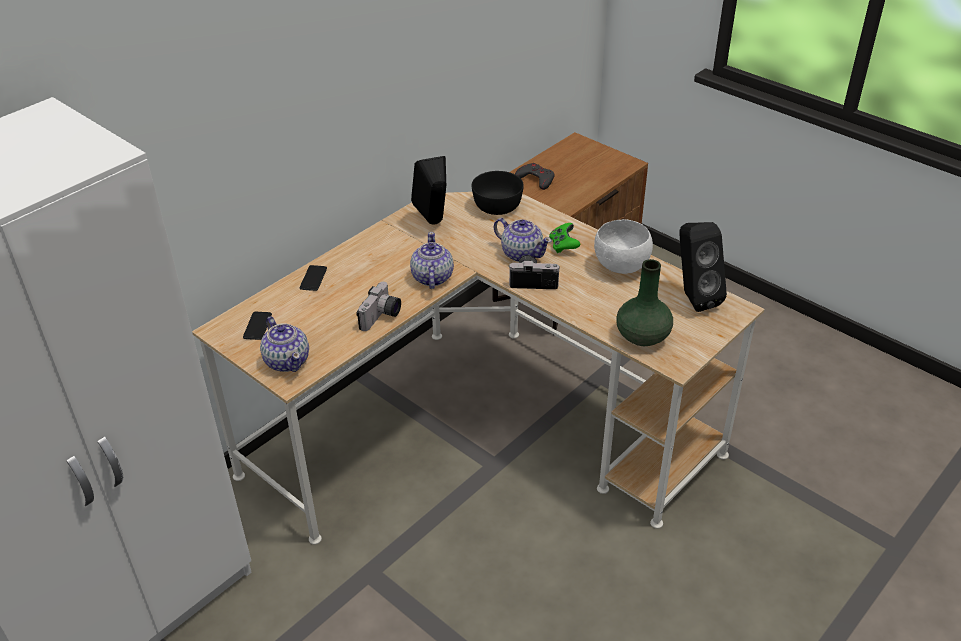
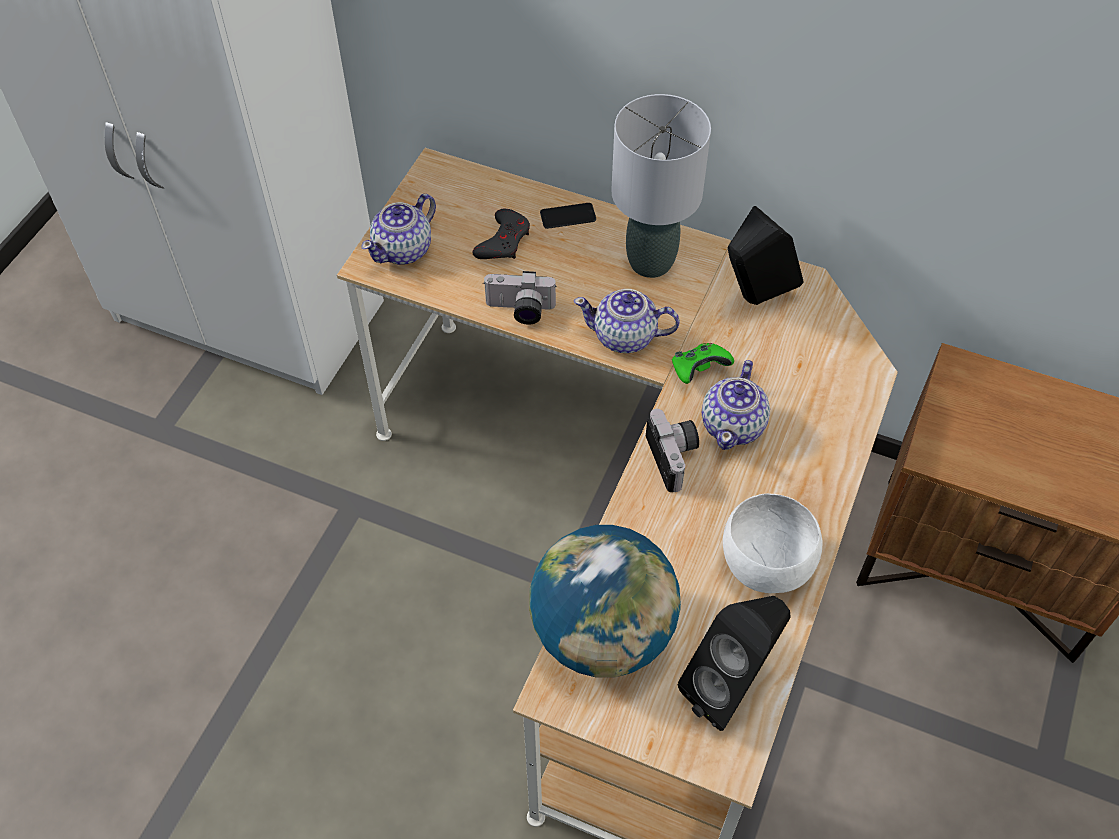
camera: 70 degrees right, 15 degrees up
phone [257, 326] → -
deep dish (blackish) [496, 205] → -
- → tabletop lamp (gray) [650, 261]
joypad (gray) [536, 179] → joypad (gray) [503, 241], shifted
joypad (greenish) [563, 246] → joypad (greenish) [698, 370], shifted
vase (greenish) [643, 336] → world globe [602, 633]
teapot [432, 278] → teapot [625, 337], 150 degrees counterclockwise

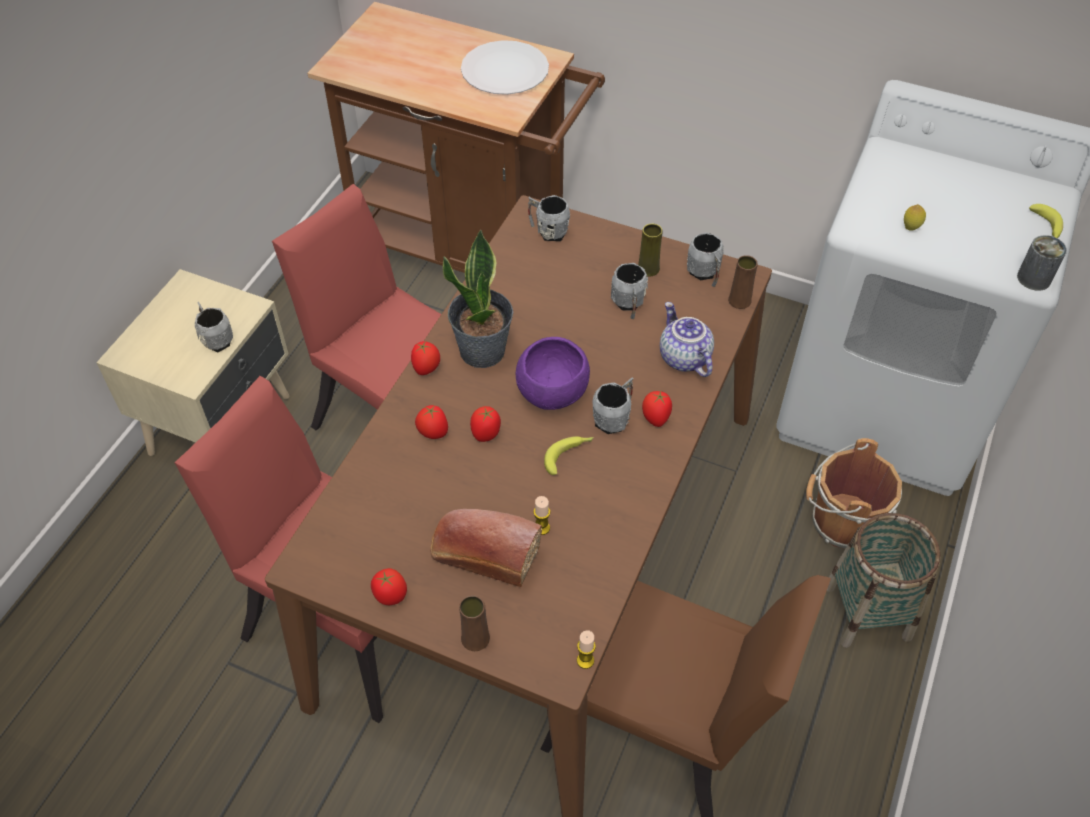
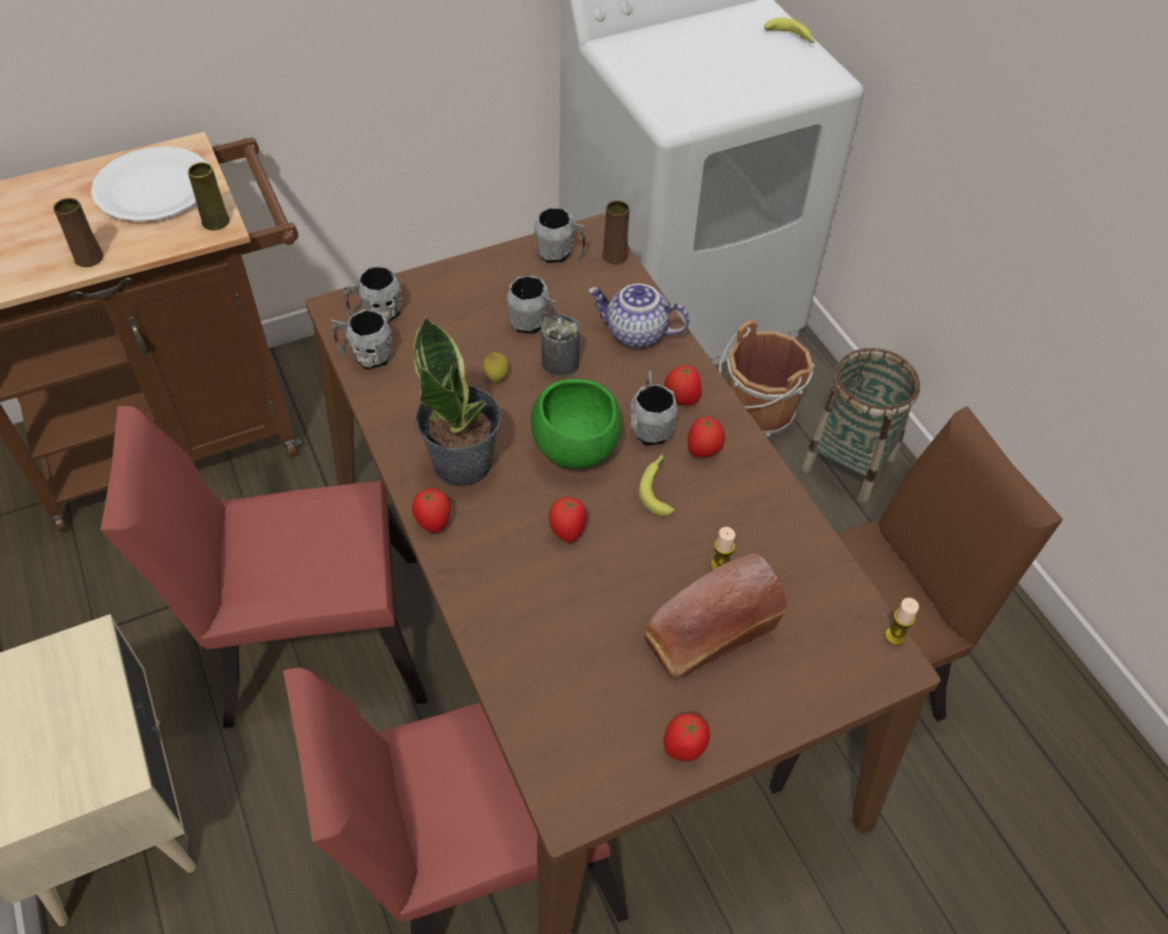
camera: 50 degrees left, 0 degrees up
tea mug (gray) [216, 339] → tea mug (gray) [366, 356], shifted
tomato [433, 433] → tomato [703, 451], shifted
vase (brown) [475, 638] → vase (brown) [89, 258], shifted
vase (yellow-coloured) [648, 268] → vase (yellow-coloured) [216, 221], shifted
whole lemon [910, 228] → whole lemon [496, 378], shifted
metal can [1033, 278] → metal can [560, 363], shifted
deep dish (purple) [553, 393] → deep dish (greenish) [574, 448]

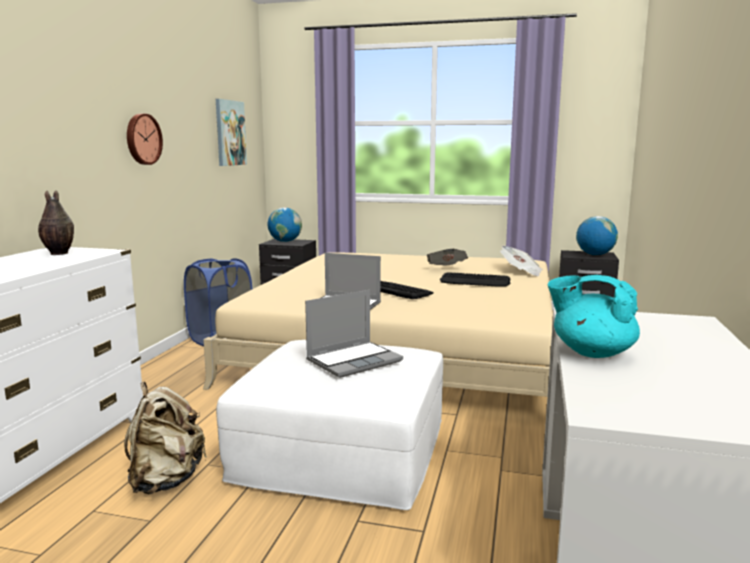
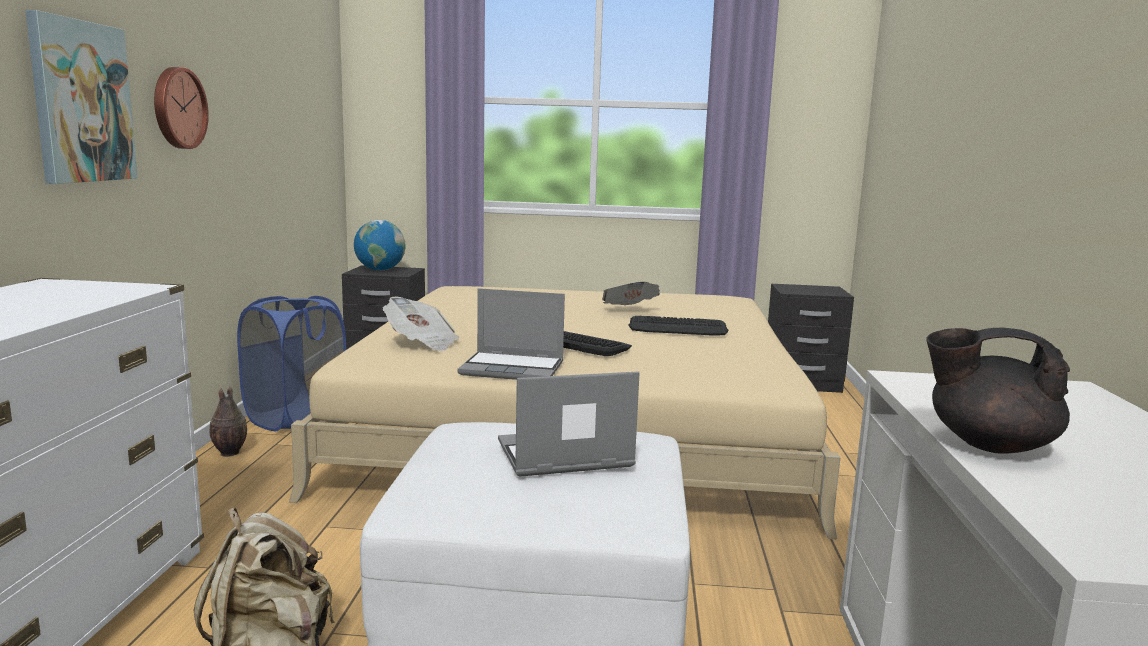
camera: 10 degrees left, 0 degrees up
world globe [595, 254] → -
vase [58, 253] → vase [229, 453], shifted
picture [229, 133] → picture [81, 102], shifted
daily paper [521, 272] → daily paper [422, 343], shifted
teapot (turquoise-coloured) [591, 352] → teapot (blackish) [988, 444]
laptop [354, 360] → laptop [563, 456], 150 degrees counterclockwise

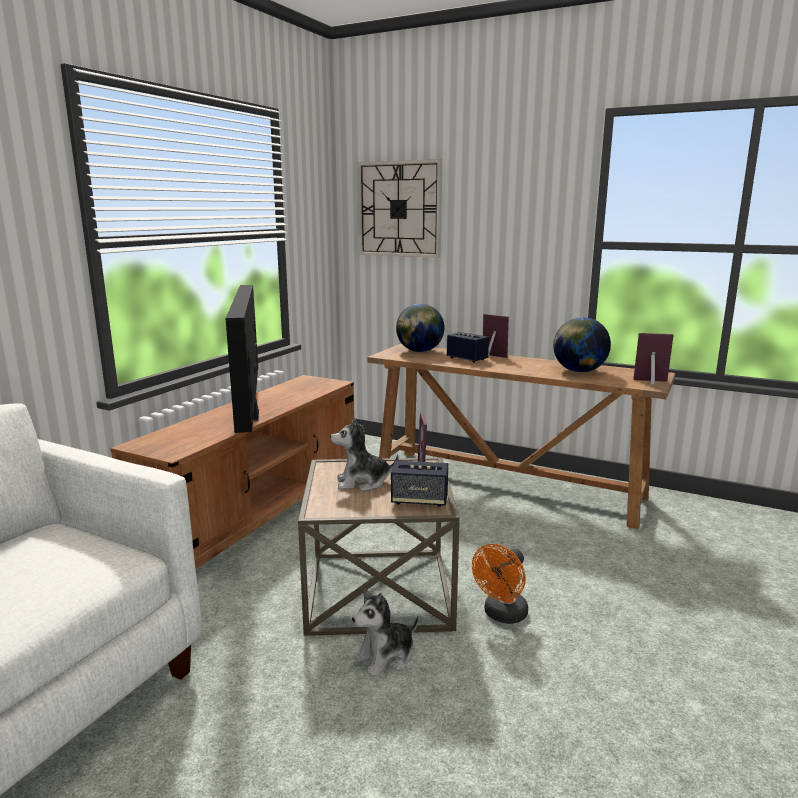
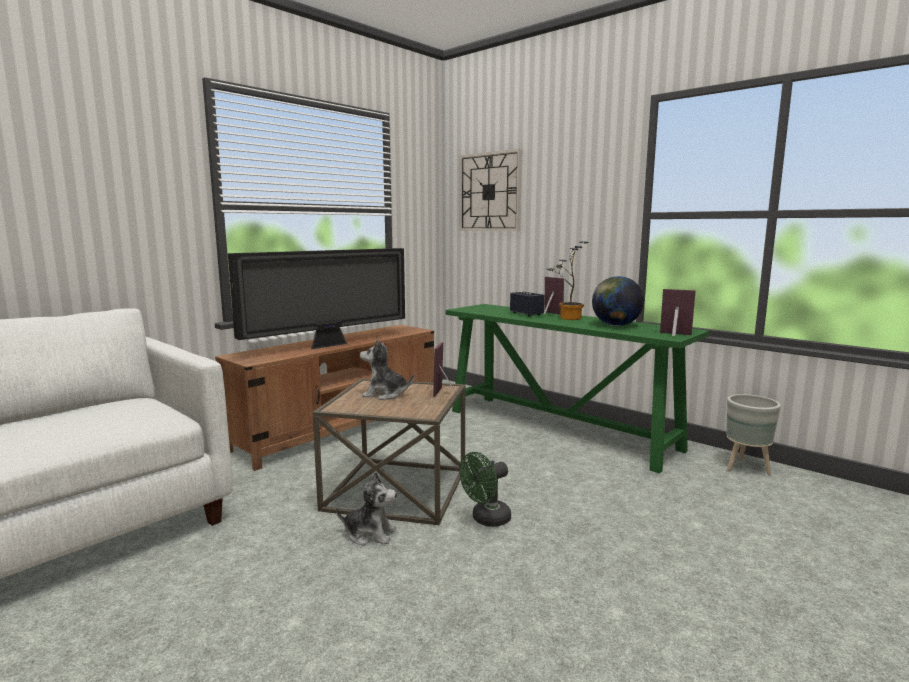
camera: 15 degrees right, 5 degrees down
speaker [419, 500] → -
world globe [419, 351] → -
- → potted plant [567, 318]
- → flower pot (gray) [746, 468]
hall table (brown) [508, 486] → hall table (greenish) [559, 430]
electric fan (orangey) [502, 615] → electric fan (greenish) [486, 520]
TV set [248, 416] → TV set [329, 345], 135 degrees counterclockwise
soft toy [385, 657] → soft toy [369, 534], 150 degrees counterclockwise

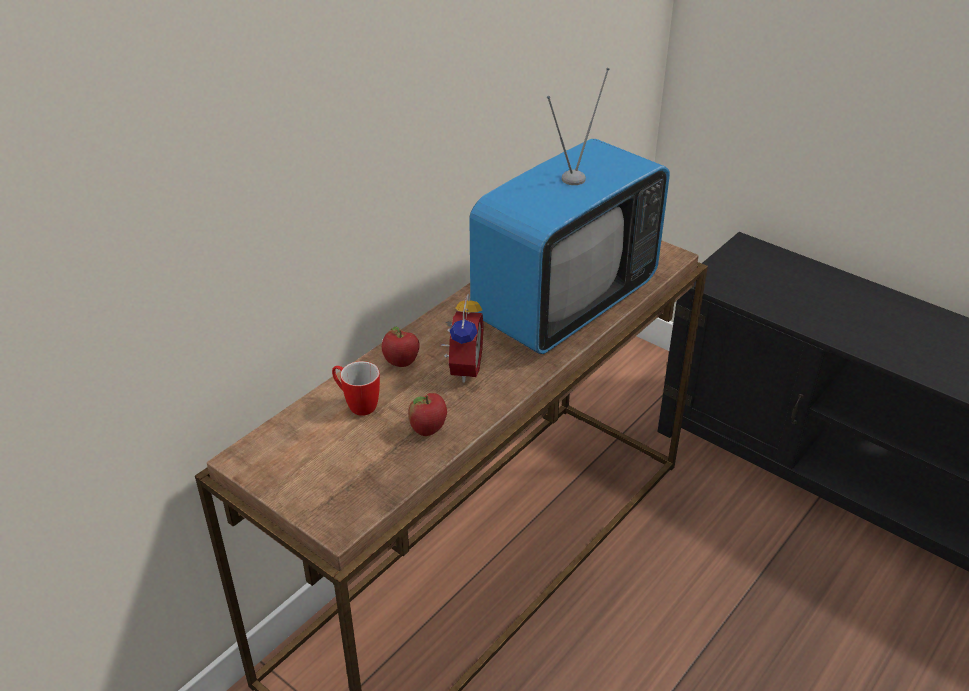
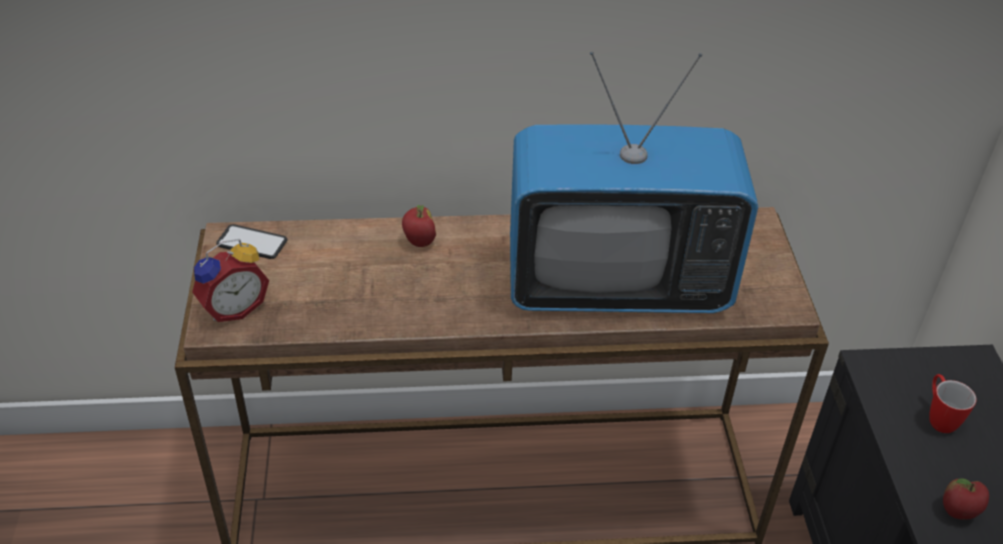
camera: 45 degrees right, 5 degrees up
- → phone [252, 243]
tea mug [356, 405] → tea mug [938, 417], shifted
whole apple [428, 430] → whole apple [958, 512], shifted
table clock [462, 368] → table clock [233, 307], shifted

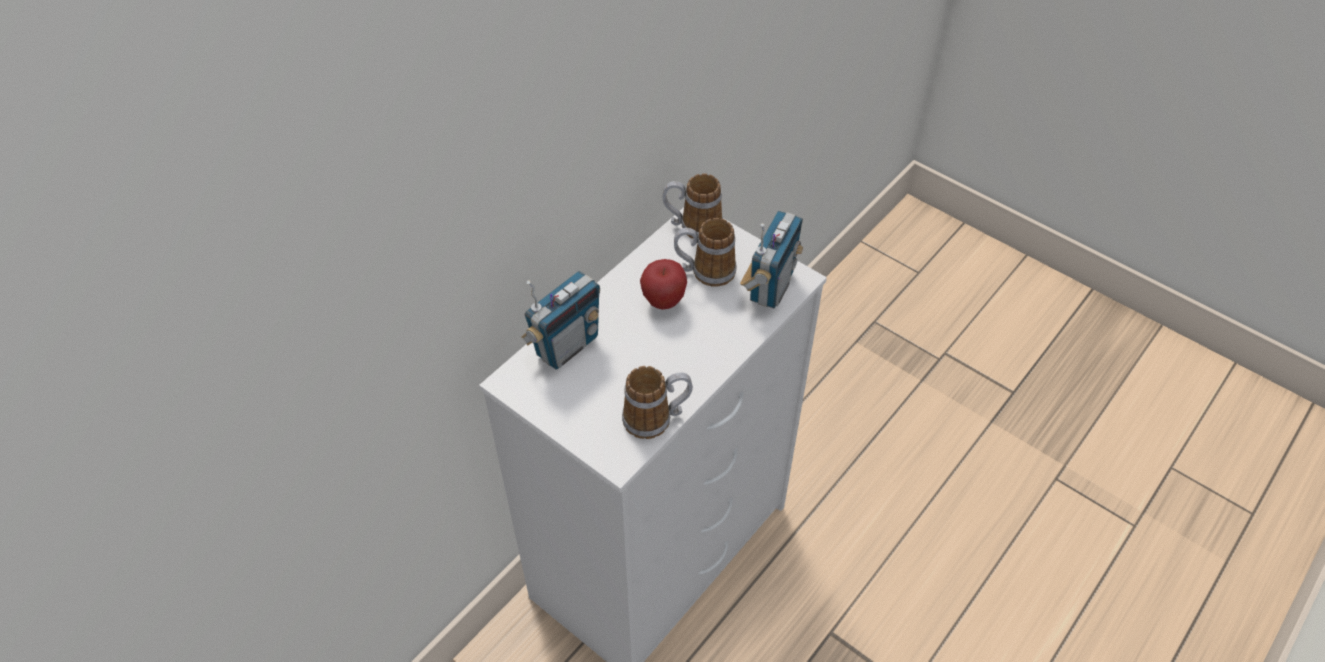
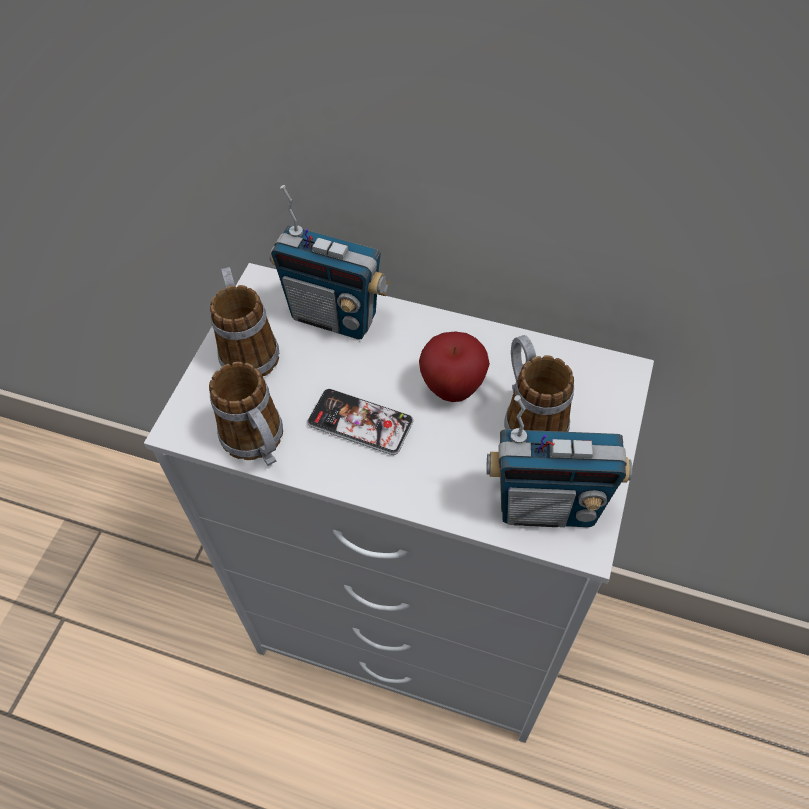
camera: 70 degrees right, 5 degrees up
- → phone [360, 422]
tea mug [692, 226] → tea mug [247, 348], shifted

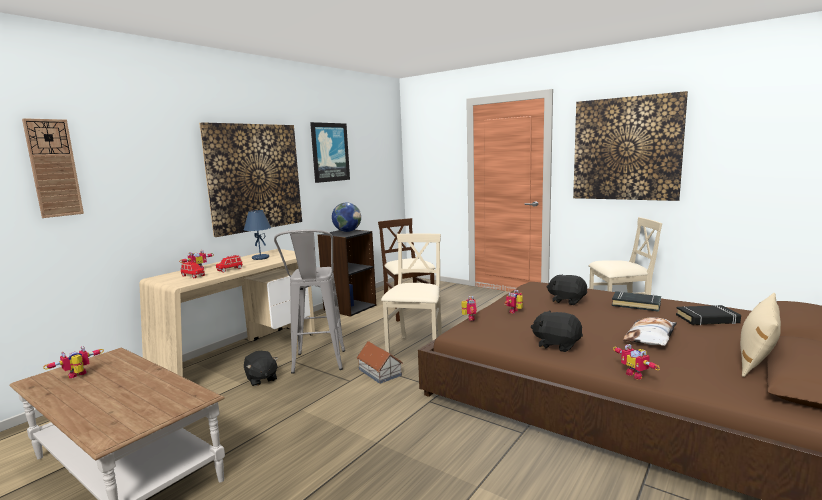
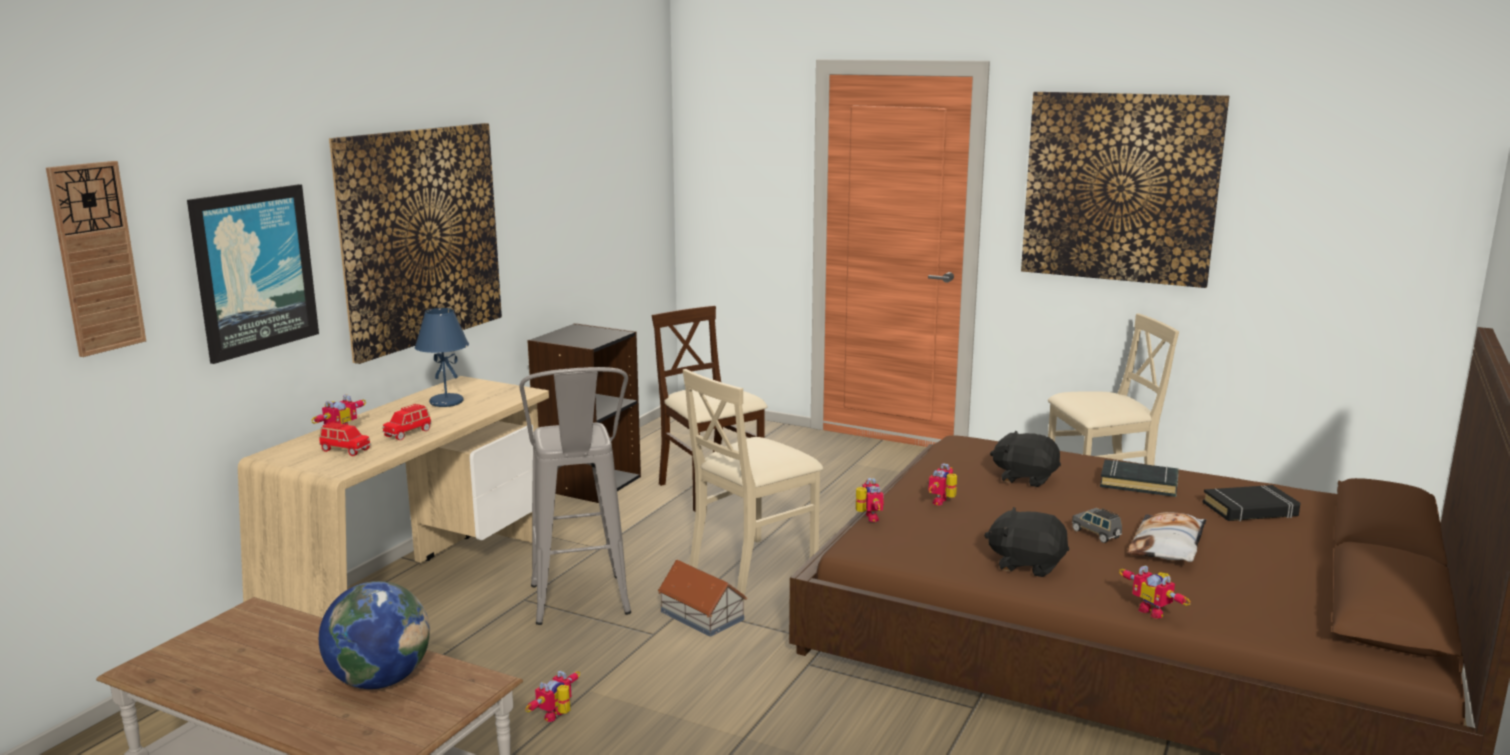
camera: 10 degrees left, 5 degrees up
soft toy (blackish) [261, 379] → -
cushion (beige-coloured) [757, 356] → -
- → toy car (gray) [1096, 534]
robot figure [78, 376] → robot figure [558, 716], shifted
picture [330, 152] → picture [254, 271], shifted
world globe [347, 231] → world globe [379, 680], shifted
upright chair (beige-coloured) [416, 348] → upright chair (beige-coloured) [753, 566], 135 degrees counterclockwise

